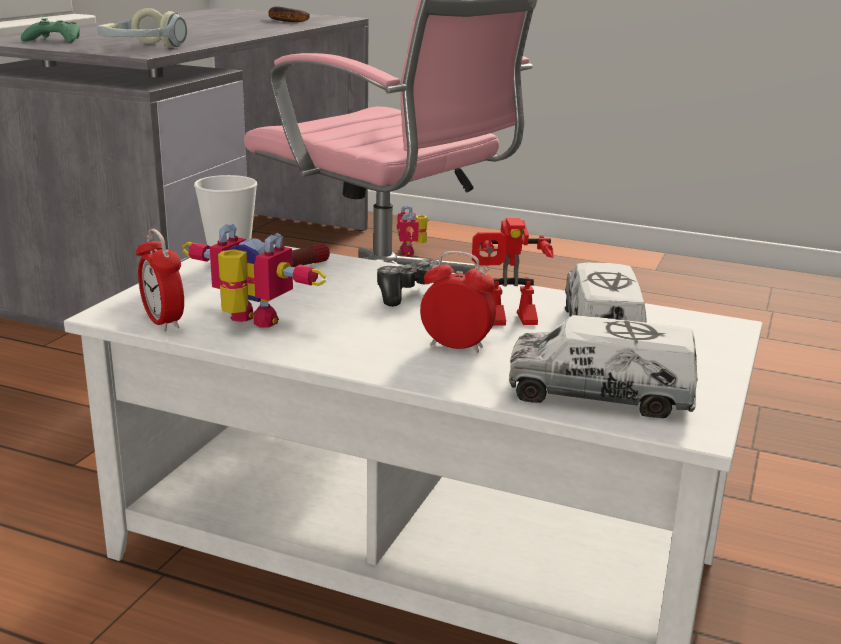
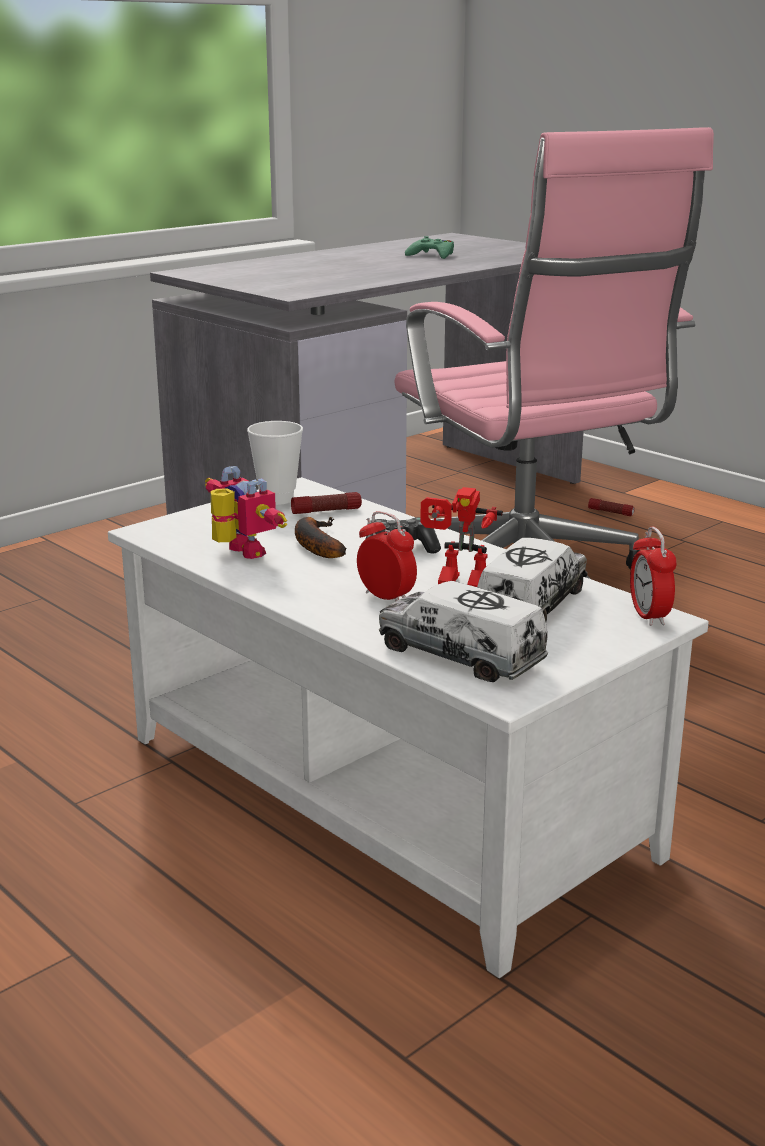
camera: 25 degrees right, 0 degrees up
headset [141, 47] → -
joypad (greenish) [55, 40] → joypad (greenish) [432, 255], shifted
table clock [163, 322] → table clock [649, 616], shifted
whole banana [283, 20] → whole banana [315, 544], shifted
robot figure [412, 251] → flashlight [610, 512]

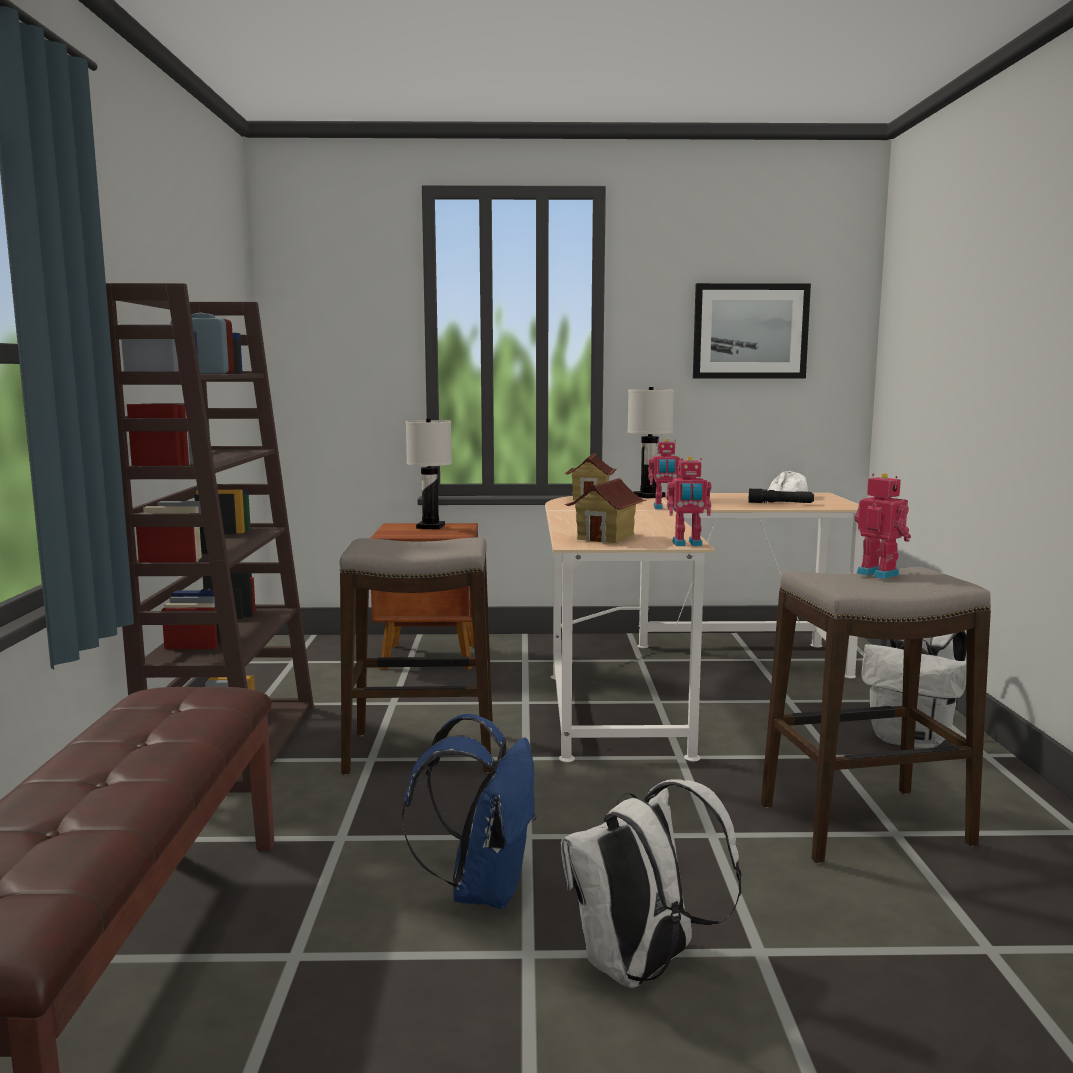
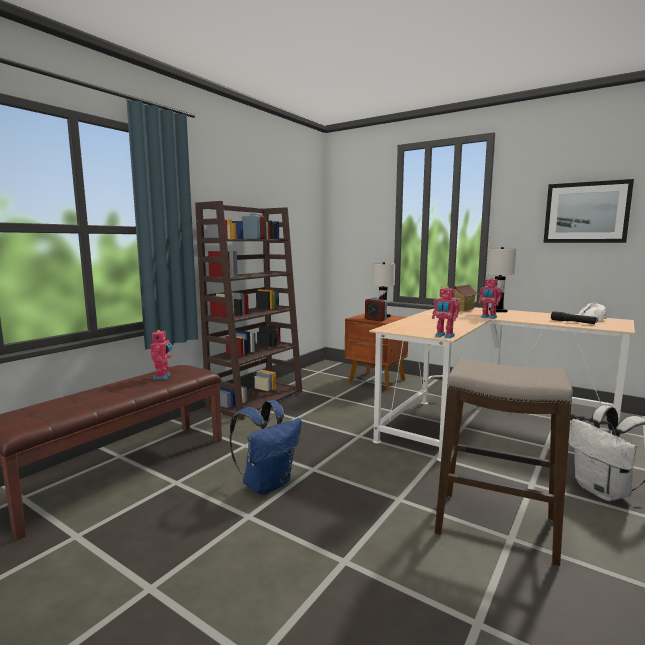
camera: 35 degrees right, 0 degrees up
sitting stool [421, 752] → -
backpack (whitish) [641, 968] → -
toy house [606, 537] → -
- → table clock [375, 319]
robot figure [879, 573] → robot figure [163, 377], shifted

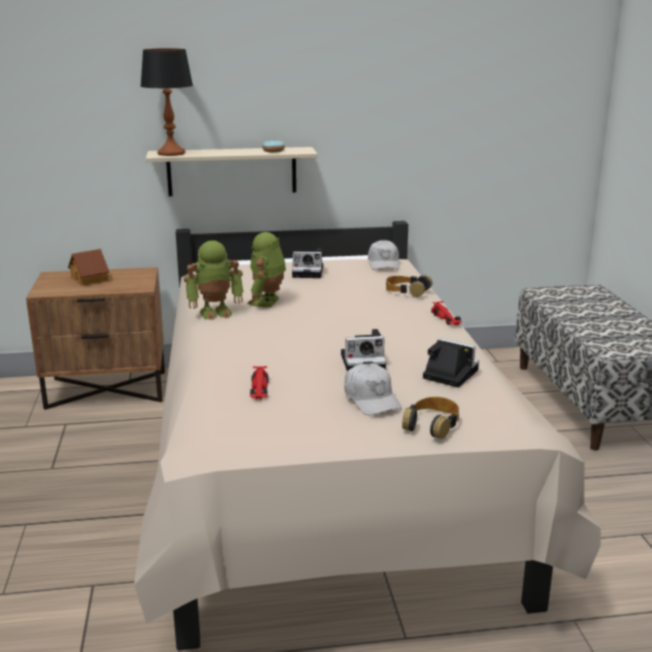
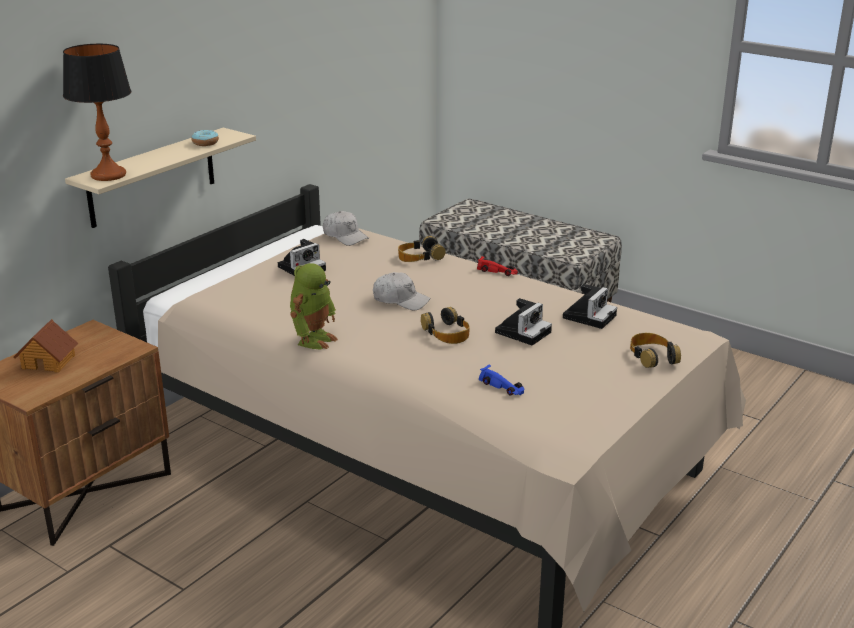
camera: 45 degrees left, 5 degrees up
robot figure [267, 302] → -
- → headset [446, 333]
baseball cap (whitish) [371, 399] → baseball cap (whitish) [400, 300], shifted
toy car (red) [259, 389] → toy car (blue) [502, 386]
photo camera [448, 374] → photo camera [589, 316], 135 degrees clockwise

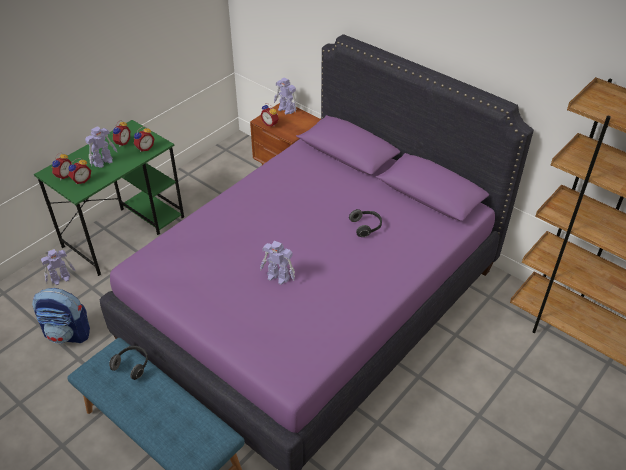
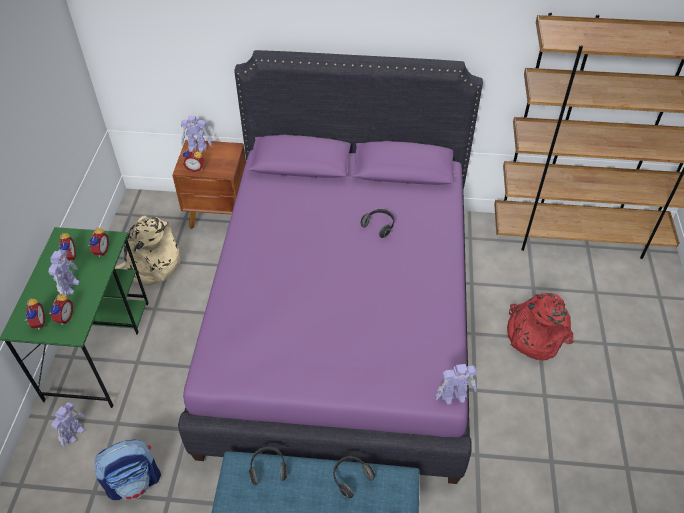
camera: 35 degrees left, 5 degrees up
- → backpack (beige-coloured) [150, 266]
- → headset [351, 478]
- → backpack (red) [534, 334]
robot figure [278, 277] → robot figure [454, 396], shifted

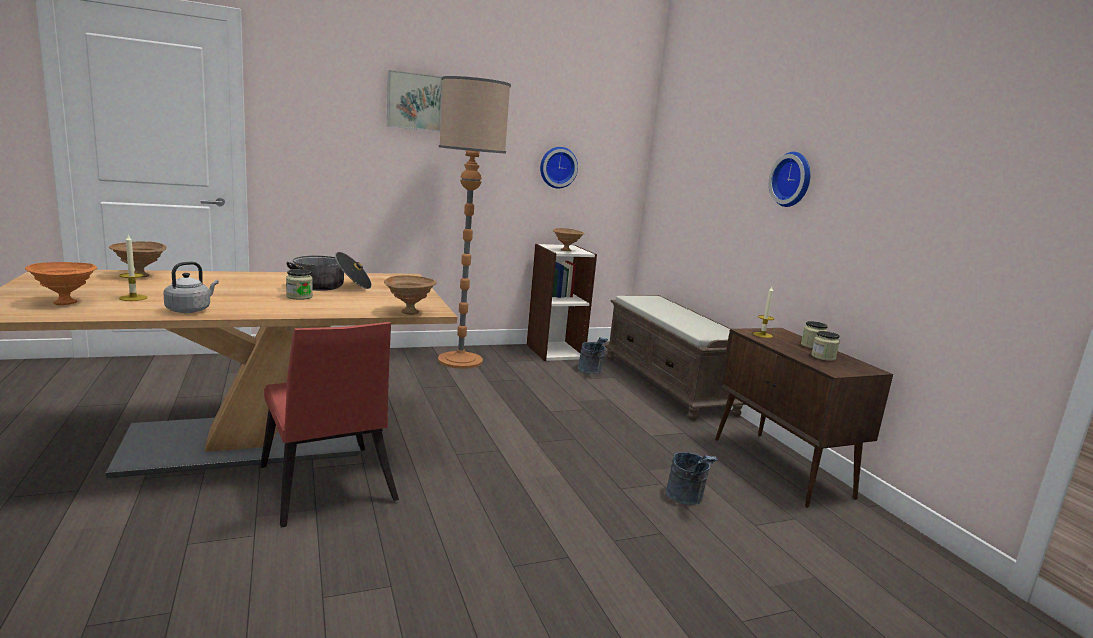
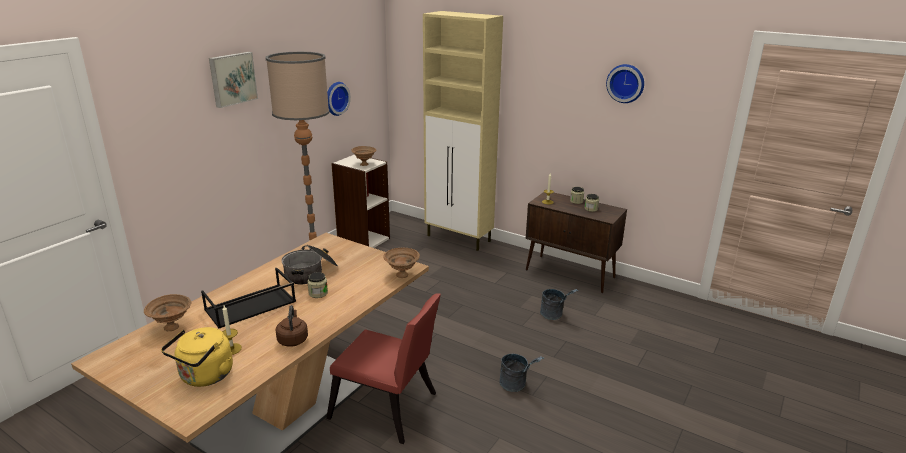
camera: 35 degrees left, 10 degrees up
- → tray (blackish) [250, 306]
water bucket (gray) [591, 371] → water bucket (gray) [517, 385], shifted
clock on the wall [793, 179] → clock on the wall [626, 83], shifted
deep dish (orangey) [65, 302] → tea kettle (yellow-coloured) [205, 377]
bench (brown) [668, 384] → storage cabinet (beige-coloured) [459, 239]
tea kettle (gray) [190, 310] → tea kettle (brown) [293, 339]

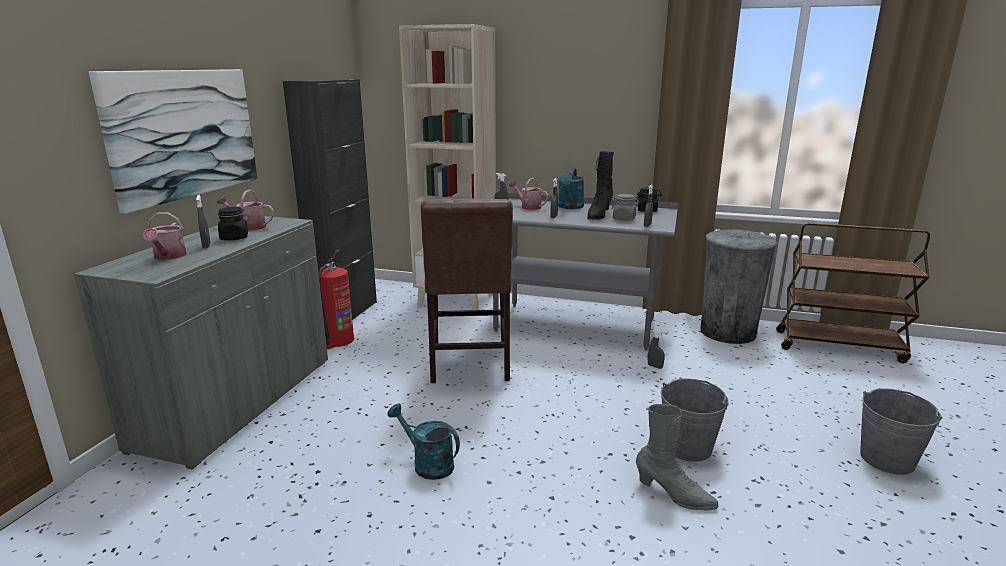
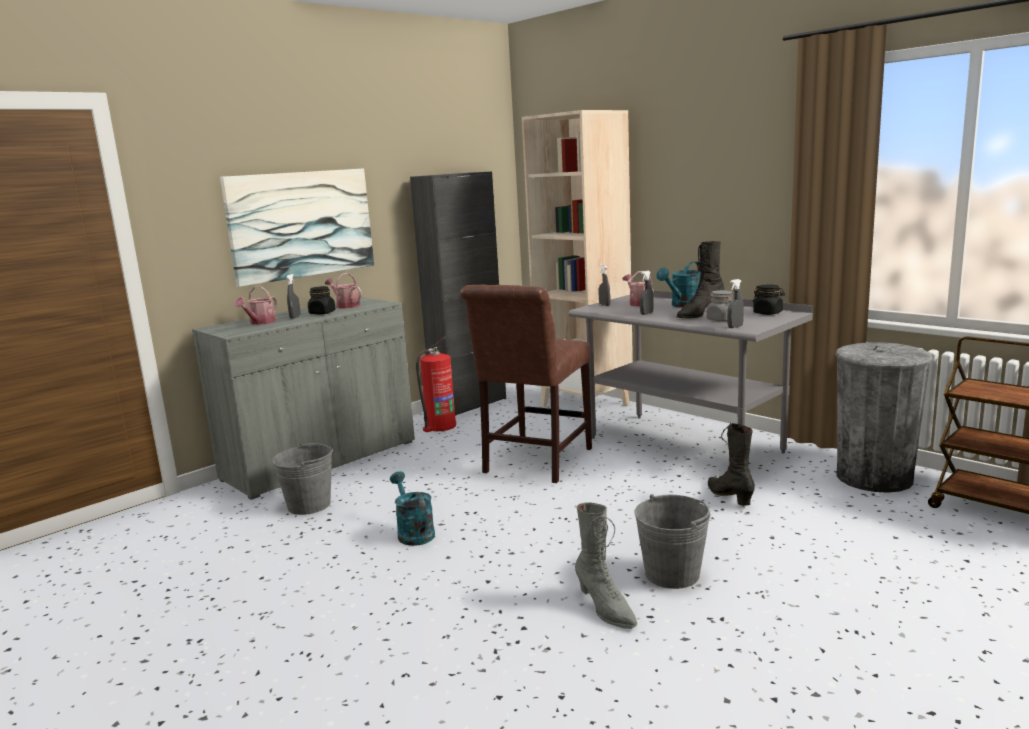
camera: 30 degrees right, 5 degrees down
water bucket (gray) [887, 459] → water bucket (gray) [309, 505], shifted
sprayer (gray) [655, 366] → tall boot (blackish) [730, 496]

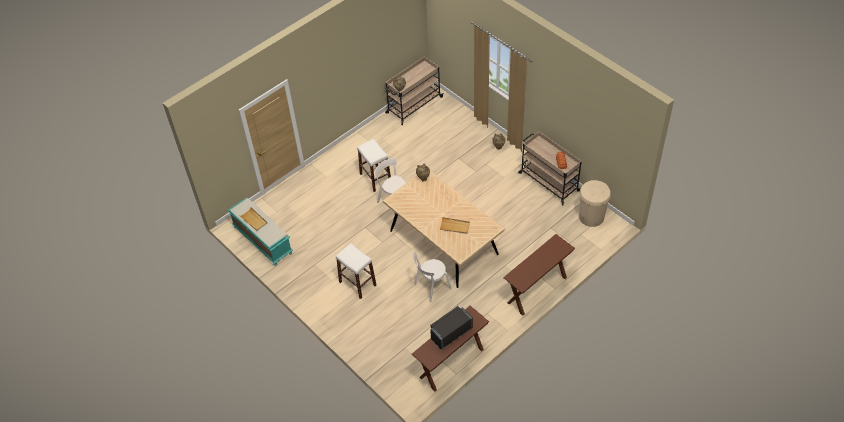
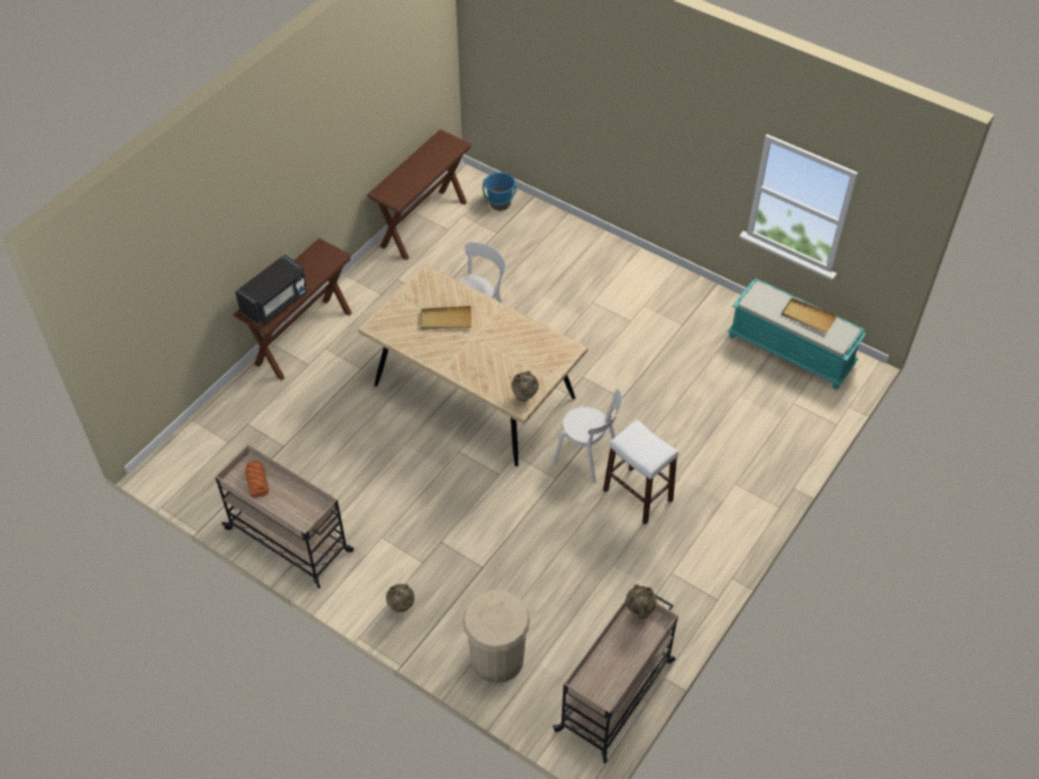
camera: 165 degrees right, 0 degrees up
sitting stool (whitish) [357, 283] → -
- → water bucket (blue) [500, 203]
microwave (blackish) [451, 333] → microwave (blackish) [275, 302], shifted
rubbish bin (beige-coloured) [591, 217] → rubbish bin (beige-coloured) [497, 658], shifted

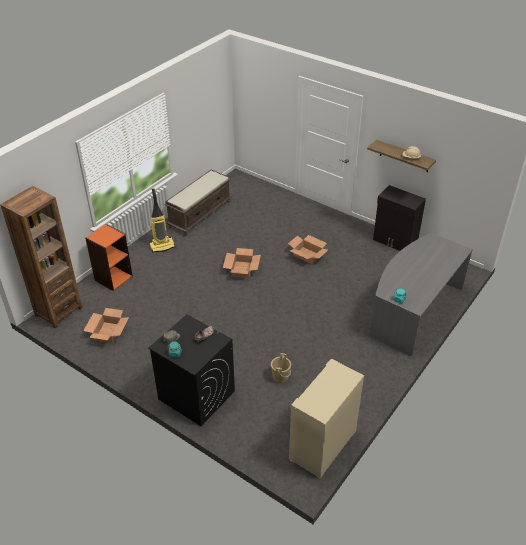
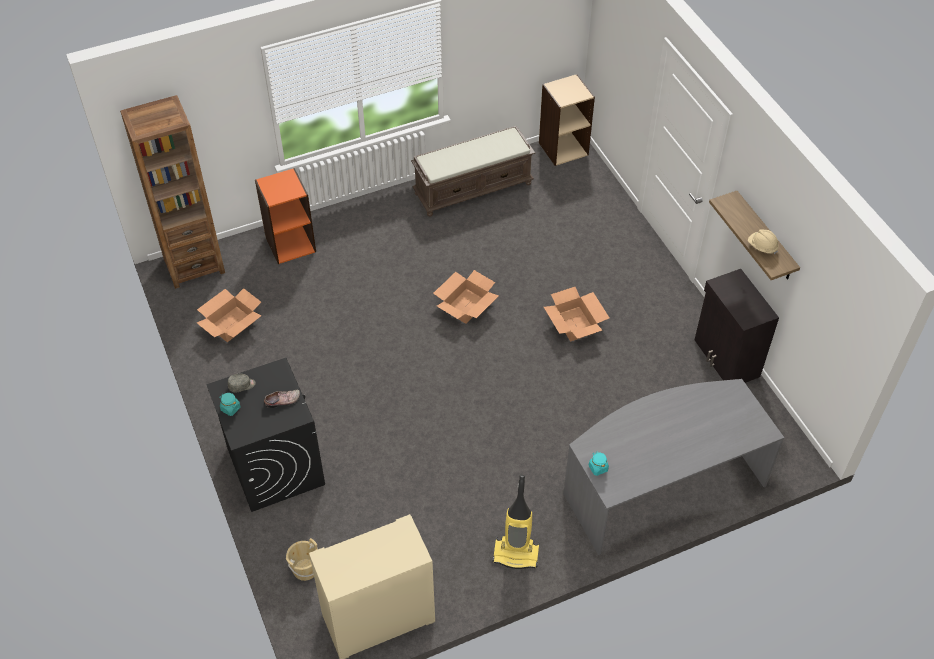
camera: 30 degrees right, 10 degrees up
- → bookcase (beige-coloured) [563, 148]
hoover [162, 246] → hoover [516, 553], shifted
water bucket (beige-coloured) [280, 376] → water bucket (beige-coloured) [305, 569], shifted

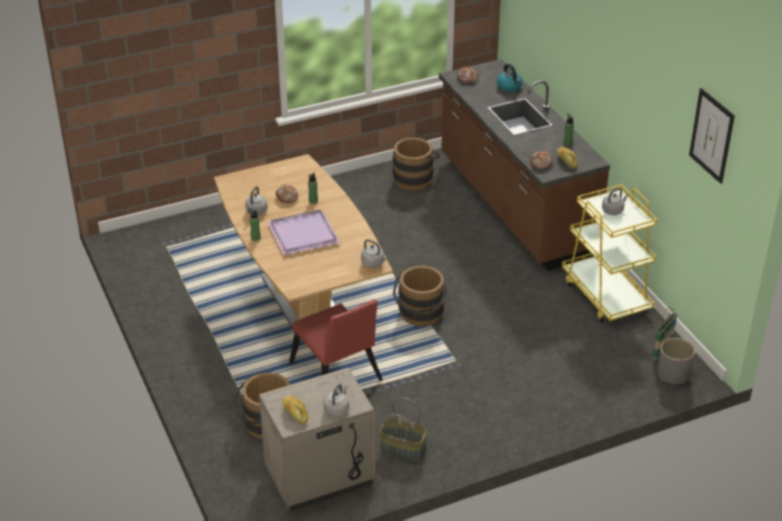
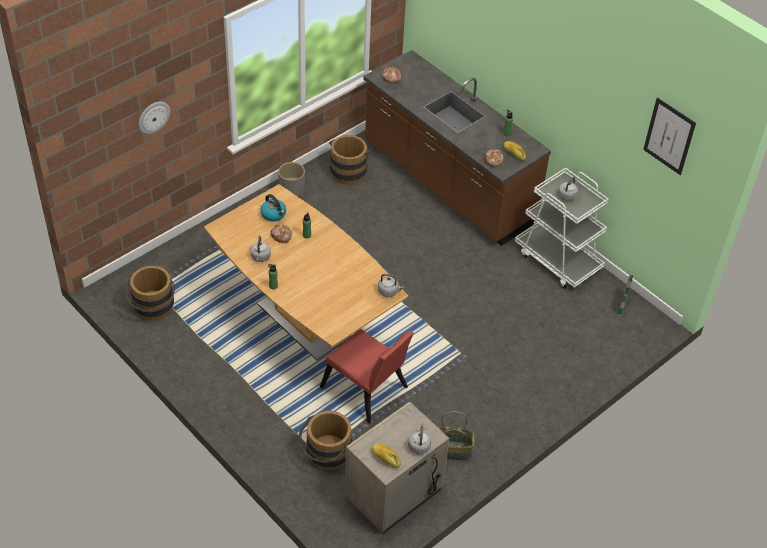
camera: 20 degrees left, 10 degrees up
tray (purple) [302, 235] → -
- → clock on the wall [153, 117]
water bucket (brown) [420, 316] → water bucket (brown) [153, 309], shifted
tea kettle [509, 86] → tea kettle [274, 214], shifted
flower pot (gray) [673, 375] → flower pot (gray) [292, 190], shifted
trolley (yellow-coloured) [606, 295] → trolley (whitish) [557, 260]

